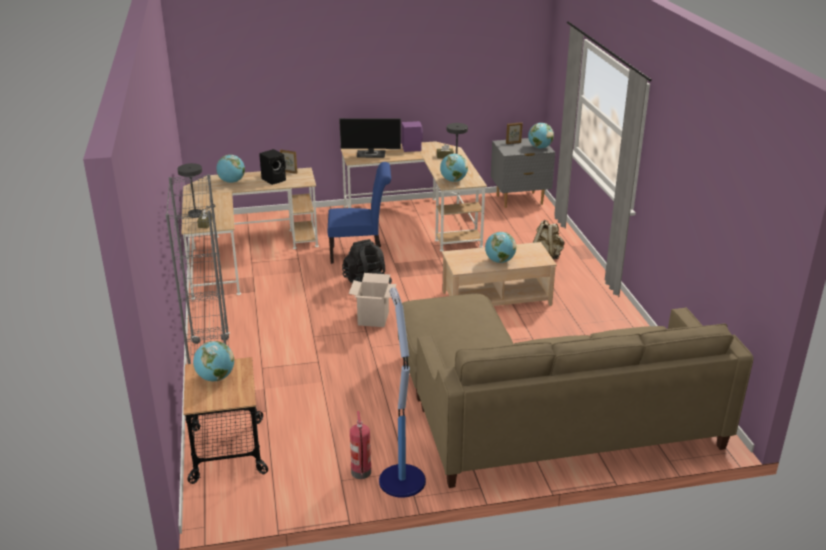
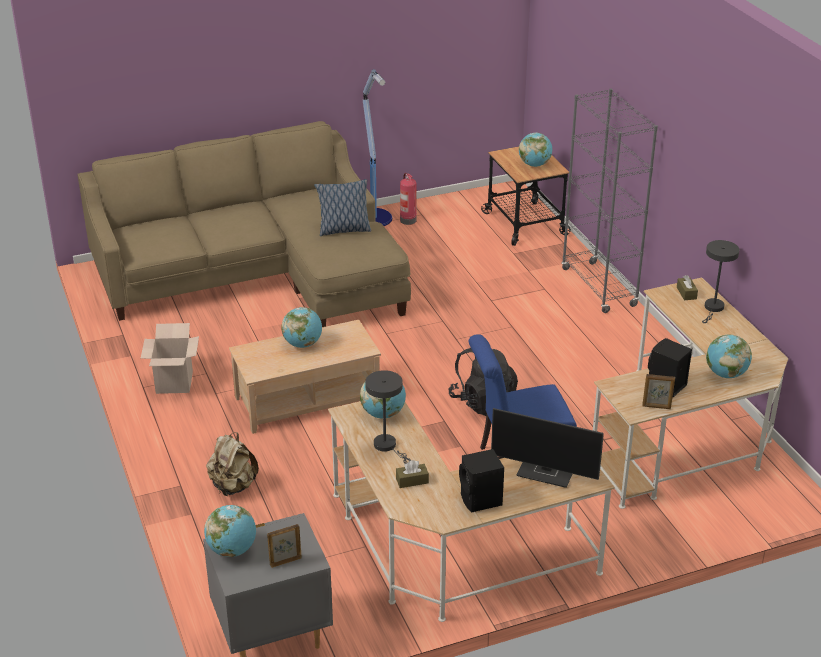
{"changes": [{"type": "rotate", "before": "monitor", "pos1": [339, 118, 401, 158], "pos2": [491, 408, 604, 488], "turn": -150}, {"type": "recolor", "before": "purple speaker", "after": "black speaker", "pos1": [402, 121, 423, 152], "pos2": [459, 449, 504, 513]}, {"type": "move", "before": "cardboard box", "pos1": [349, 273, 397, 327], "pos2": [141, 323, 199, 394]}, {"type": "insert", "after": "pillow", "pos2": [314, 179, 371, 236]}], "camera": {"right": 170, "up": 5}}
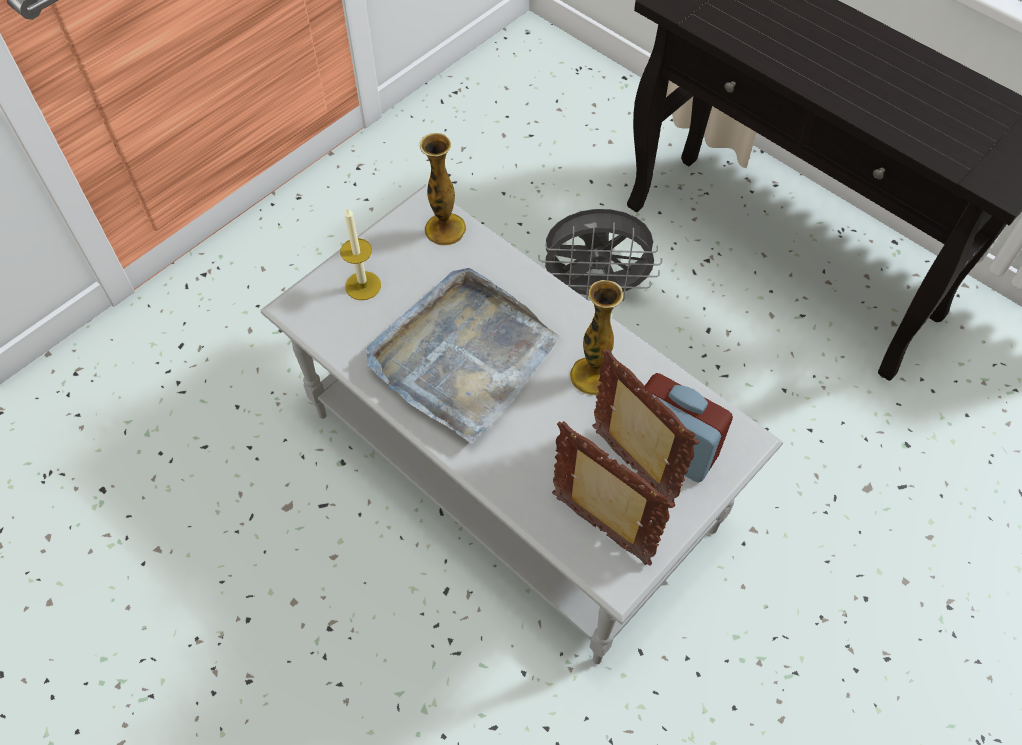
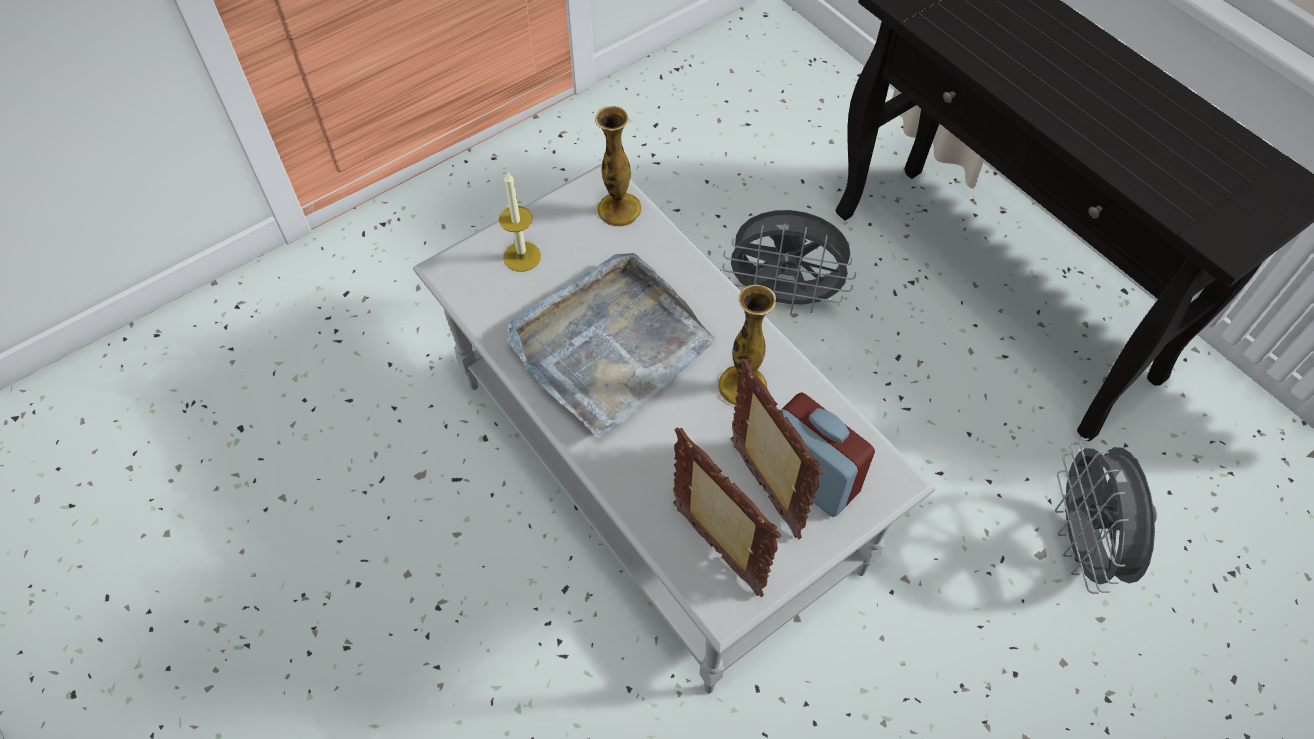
{"changes": [{"type": "insert", "after": "grey fan", "pos2": [1055, 438, 1157, 594]}], "camera": {"right": 10, "up": 0}}
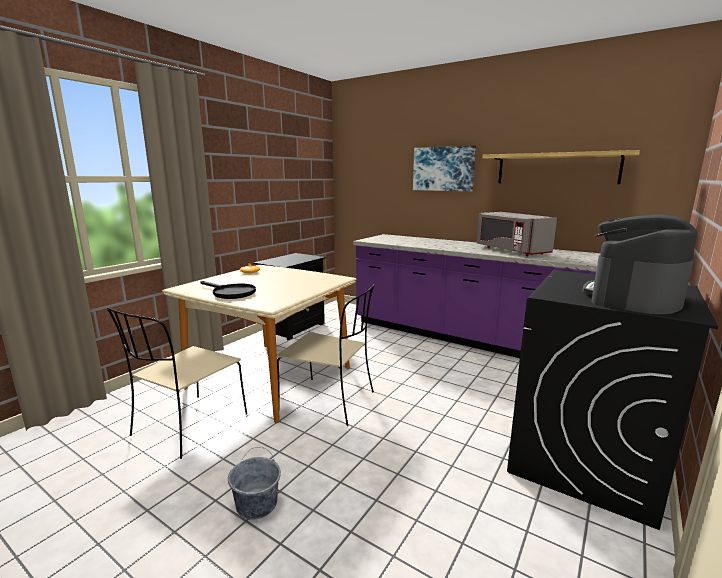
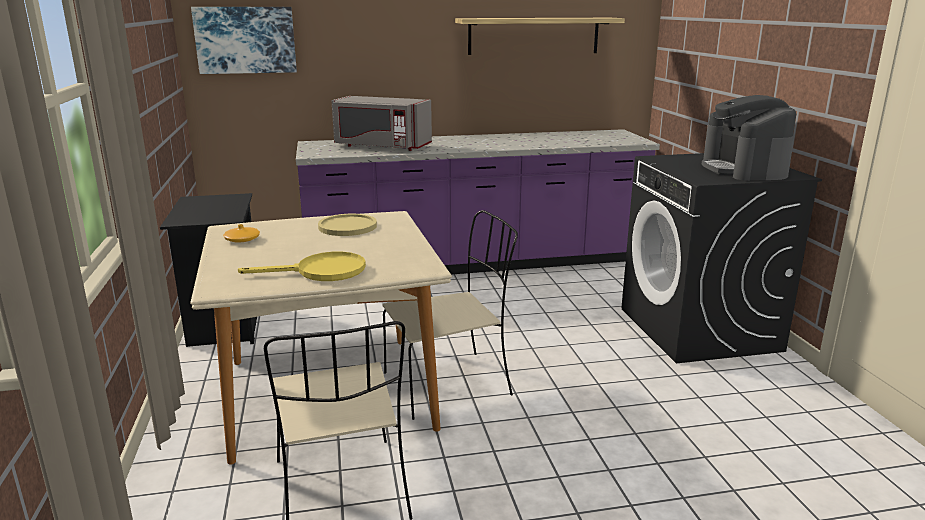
{"changes": [{"type": "move", "before": "picture", "pos1": [413, 145, 476, 191], "pos2": [191, 7, 297, 74]}, {"type": "move", "before": "grey microwave", "pos1": [477, 212, 557, 256], "pos2": [331, 96, 432, 151]}, {"type": "recolor", "before": "black frying pan", "after": "yellow frying pan", "pos1": [200, 281, 256, 299], "pos2": [238, 252, 366, 281]}, {"type": "delete", "before": "grey bucket", "pos1": [228, 447, 281, 520]}, {"type": "insert", "after": "yellow plate", "pos2": [318, 214, 377, 236]}], "camera": {"right": -45, "up": 5}}
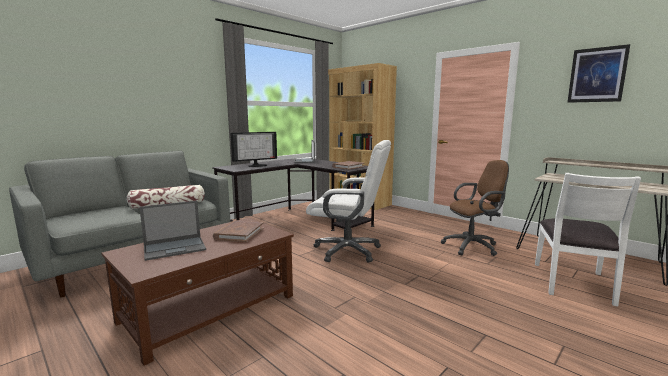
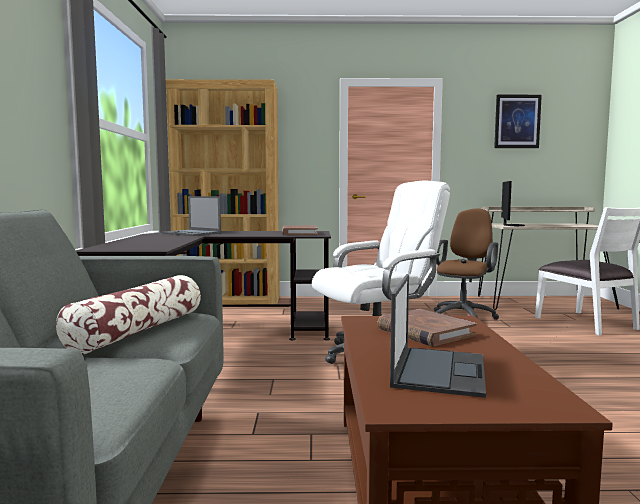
{"changes": [{"type": "move", "before": "monitor", "pos1": [230, 132, 277, 167], "pos2": [501, 181, 525, 226]}], "camera": {"right": -45, "up": -5}}
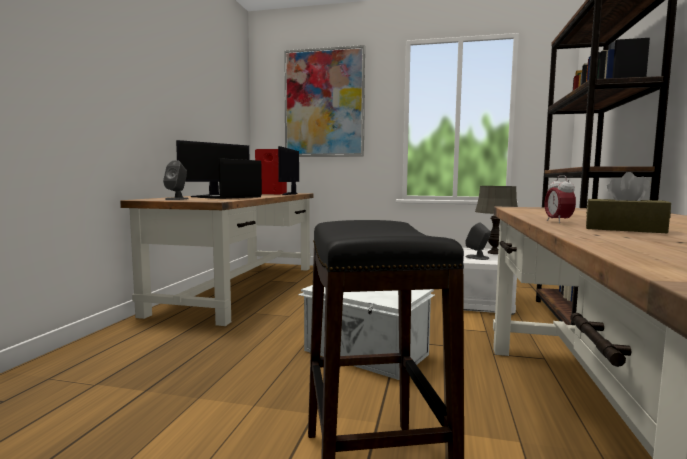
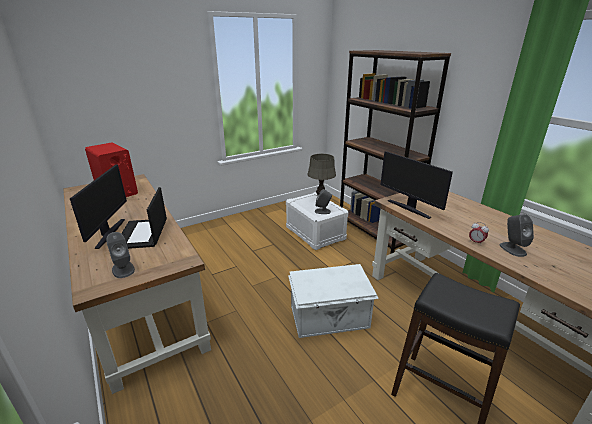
{"changes": [{"type": "delete", "before": "picture", "pos1": [284, 45, 365, 157]}, {"type": "move", "before": "monitor", "pos1": [278, 146, 299, 195], "pos2": [380, 151, 453, 219]}, {"type": "replace", "before": "brown tissue box", "after": "grey speaker", "pos1": [586, 172, 671, 233], "pos2": [500, 214, 534, 257]}], "camera": {"right": -45, "up": 20}}
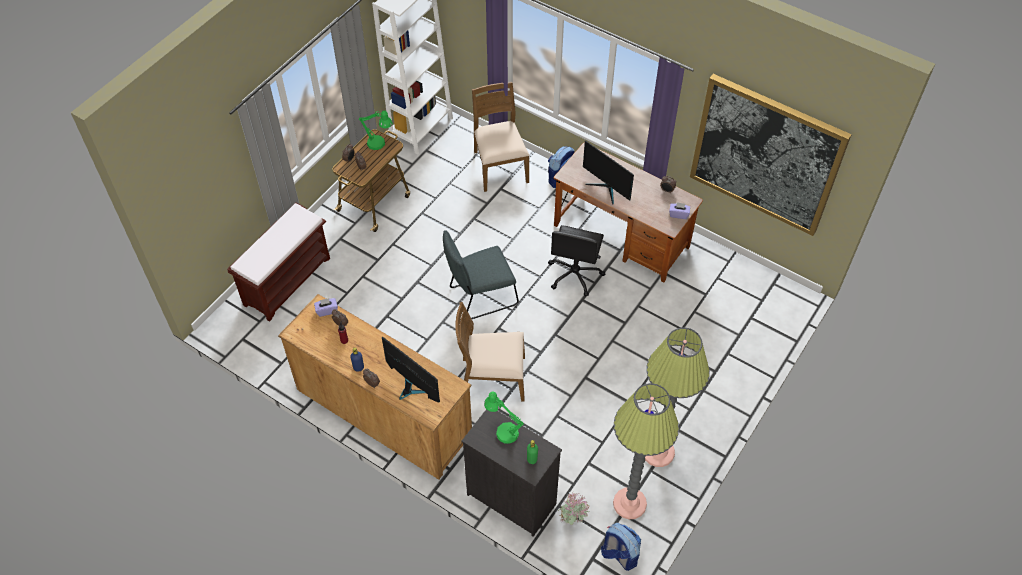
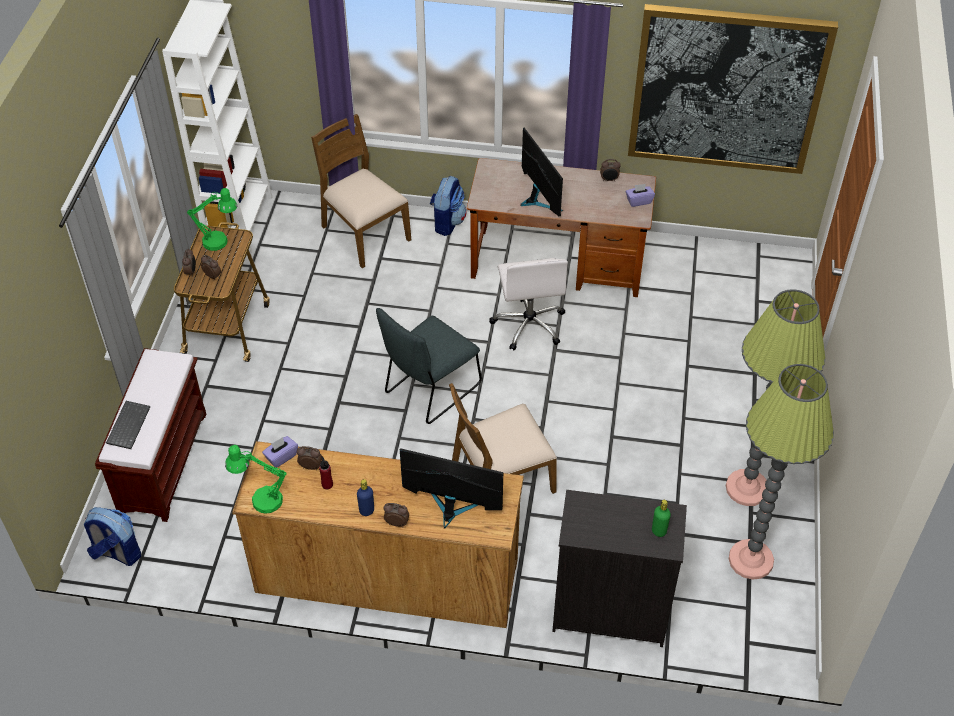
{"changes": [{"type": "rotate", "before": "monitor", "pos1": [583, 141, 634, 205], "pos2": [520, 128, 563, 216], "turn": -135}, {"type": "recolor", "before": "black office chair", "after": "white office chair", "pos1": [548, 225, 605, 297], "pos2": [489, 258, 568, 350]}, {"type": "move", "before": "green table lamp", "pos1": [484, 391, 524, 444], "pos2": [225, 445, 286, 514]}, {"type": "delete", "before": "potted plant", "pos1": [558, 491, 590, 525]}, {"type": "move", "before": "backpack", "pos1": [601, 523, 641, 571], "pos2": [84, 507, 141, 566]}, {"type": "insert", "after": "keyboard", "pos2": [106, 401, 150, 449]}], "camera": {"right": -25, "up": -5}}
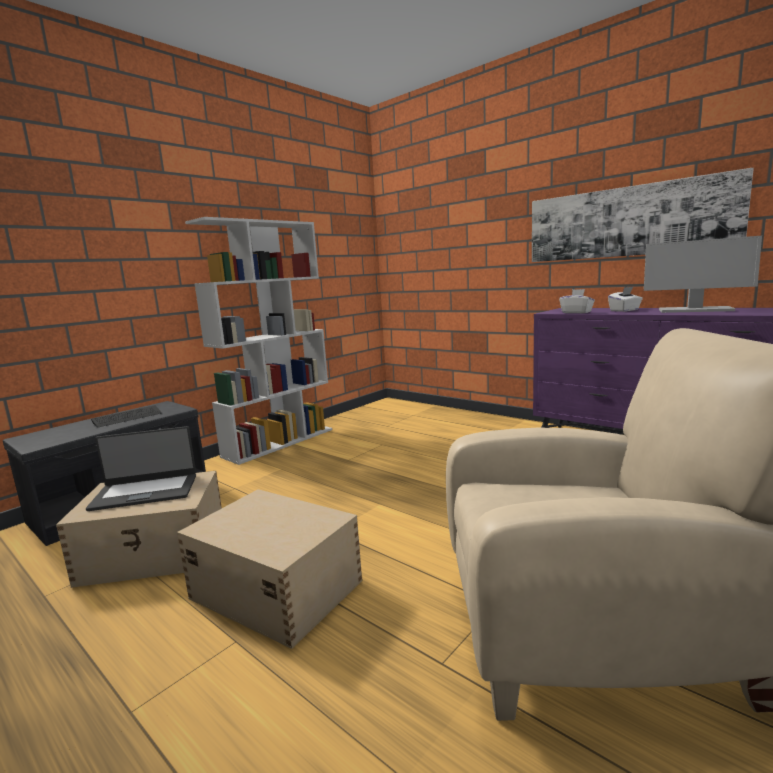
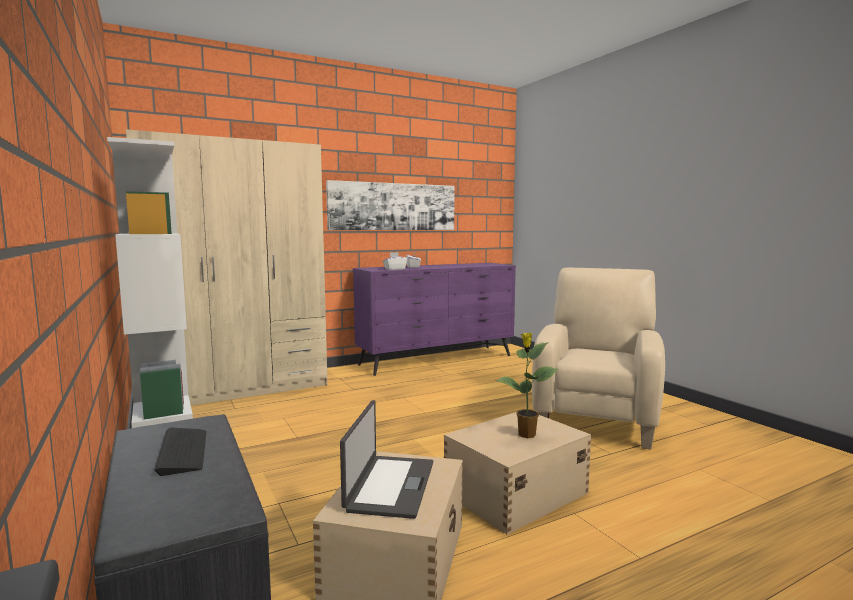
{"changes": [{"type": "delete", "before": "monitor", "pos1": [644, 236, 762, 313]}, {"type": "insert", "after": "beige wardrobe", "pos2": [126, 129, 327, 405]}, {"type": "insert", "after": "potted plant", "pos2": [496, 333, 558, 438]}], "camera": {"right": -70, "up": -5}}
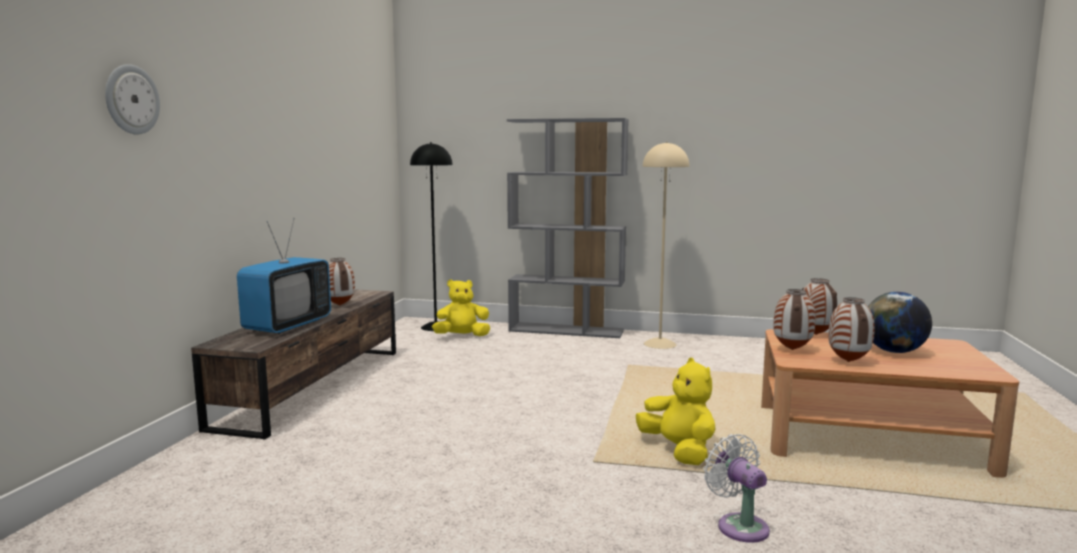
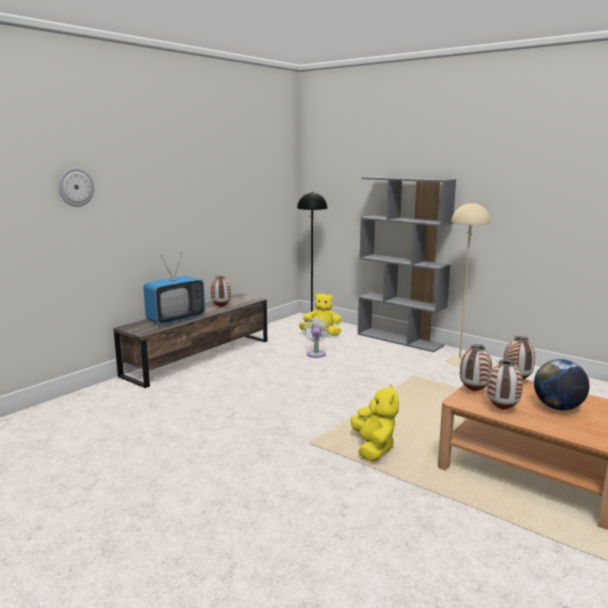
{"changes": [{"type": "move", "before": "white fan", "pos1": [703, 434, 770, 543], "pos2": [303, 317, 329, 358]}], "camera": {"right": 25, "up": 5}}
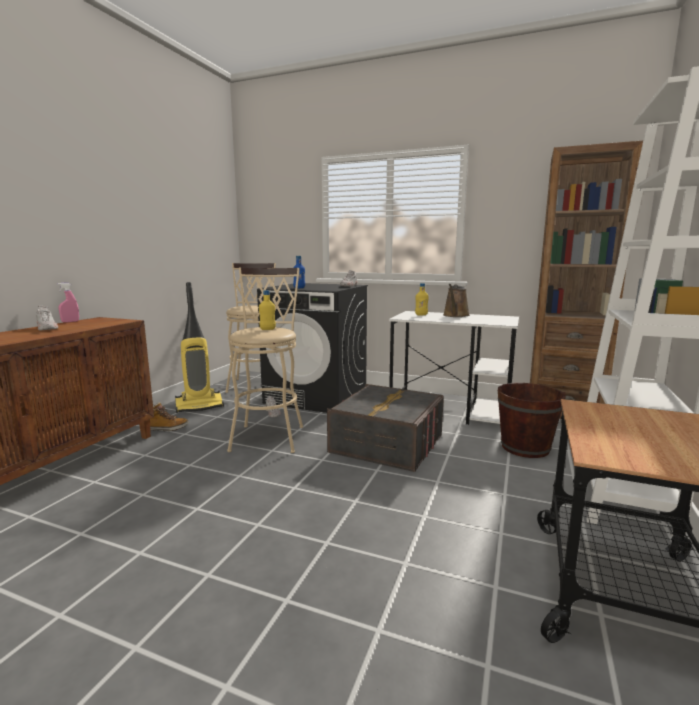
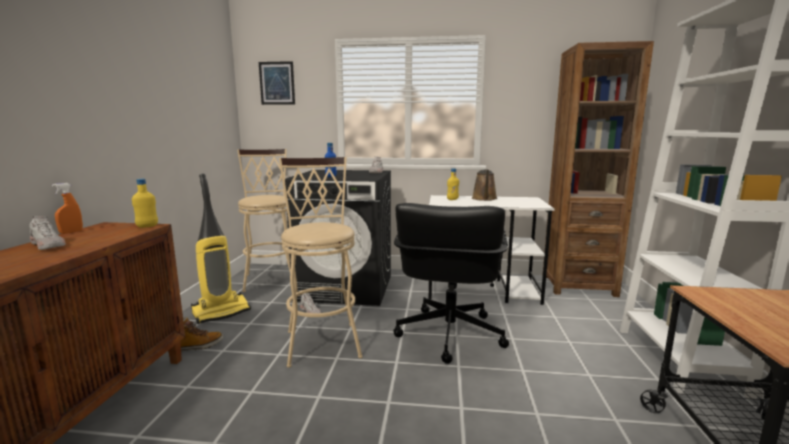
{"changes": [{"type": "recolor", "before": "pink spray bottle", "after": "orange spray bottle", "pos1": [57, 283, 79, 322], "pos2": [52, 183, 83, 234]}, {"type": "move", "before": "yellow bottle", "pos1": [259, 290, 276, 330], "pos2": [132, 179, 158, 228]}, {"type": "delete", "before": "brown bucket", "pos1": [498, 383, 566, 458]}, {"type": "replace", "before": "grey storage box", "after": "black office chair", "pos1": [327, 384, 444, 472], "pos2": [393, 203, 509, 364]}, {"type": "insert", "after": "picture", "pos2": [259, 61, 295, 105]}], "camera": {"right": -15, "up": 0}}
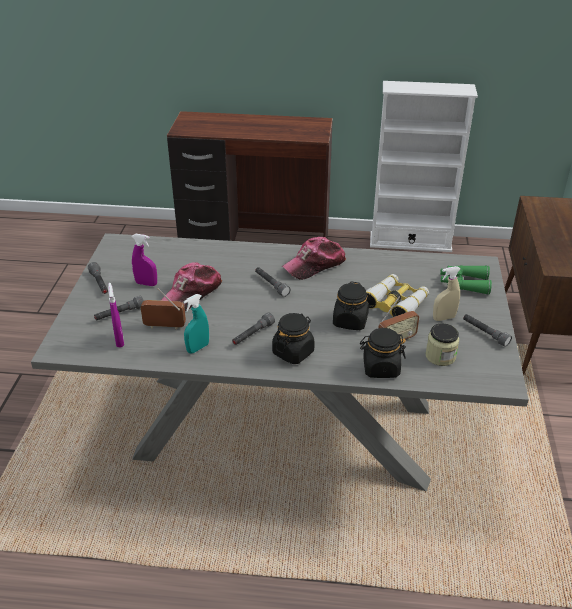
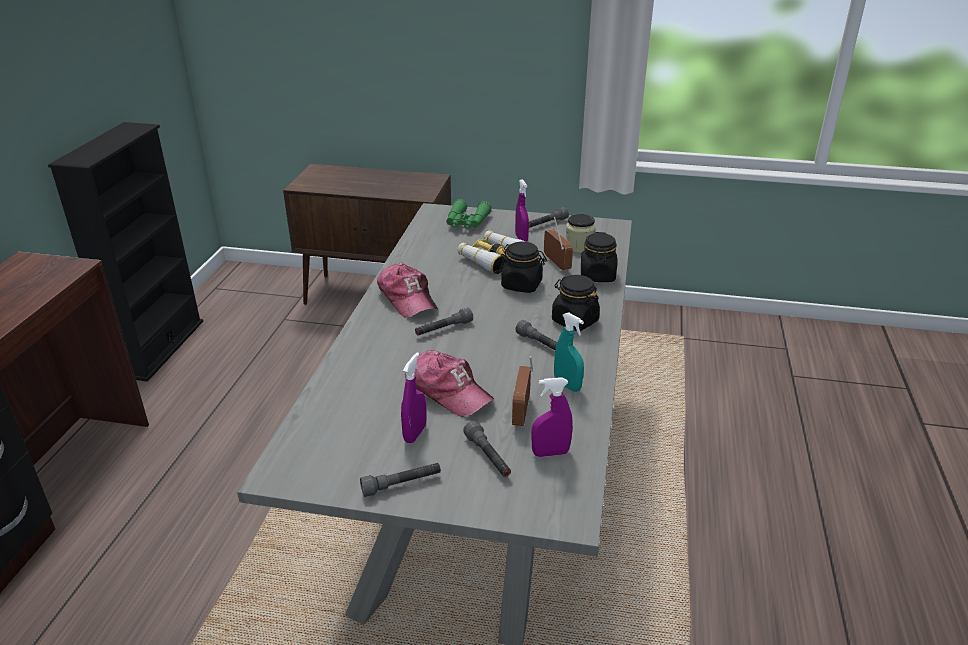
{"changes": [{"type": "recolor", "before": "white bookcase", "after": "black bookcase", "pos1": [370, 81, 478, 252], "pos2": [48, 122, 203, 382]}, {"type": "recolor", "before": "beige spray bottle", "after": "purple spray bottle", "pos1": [433, 266, 461, 321], "pos2": [515, 179, 529, 242]}], "camera": {"right": -85, "up": -5}}
